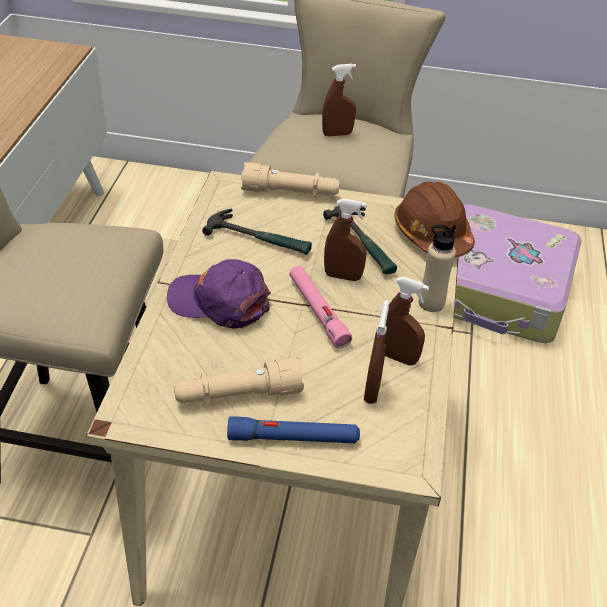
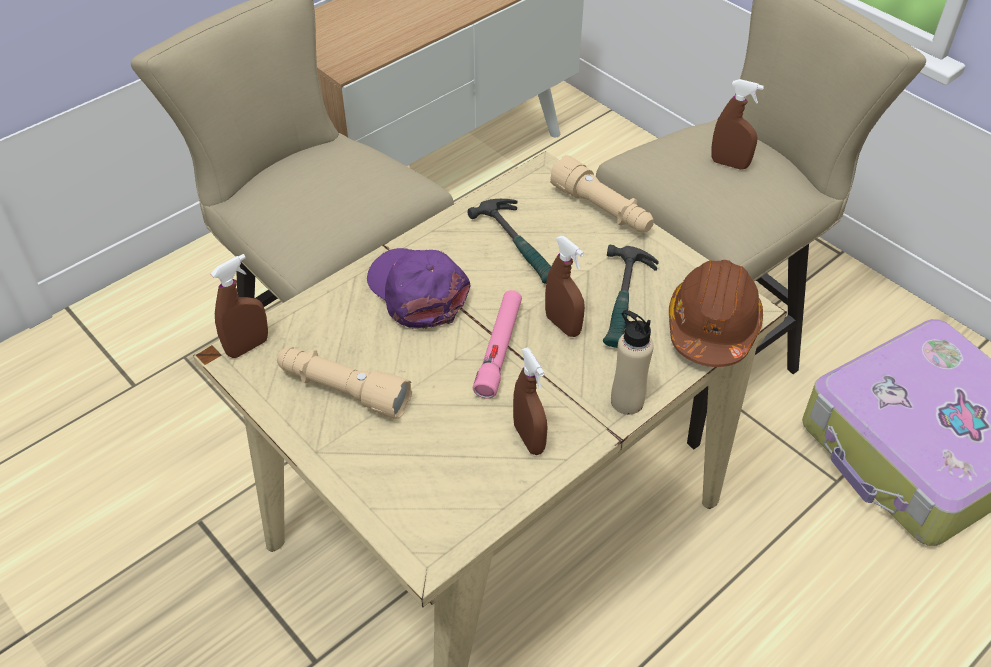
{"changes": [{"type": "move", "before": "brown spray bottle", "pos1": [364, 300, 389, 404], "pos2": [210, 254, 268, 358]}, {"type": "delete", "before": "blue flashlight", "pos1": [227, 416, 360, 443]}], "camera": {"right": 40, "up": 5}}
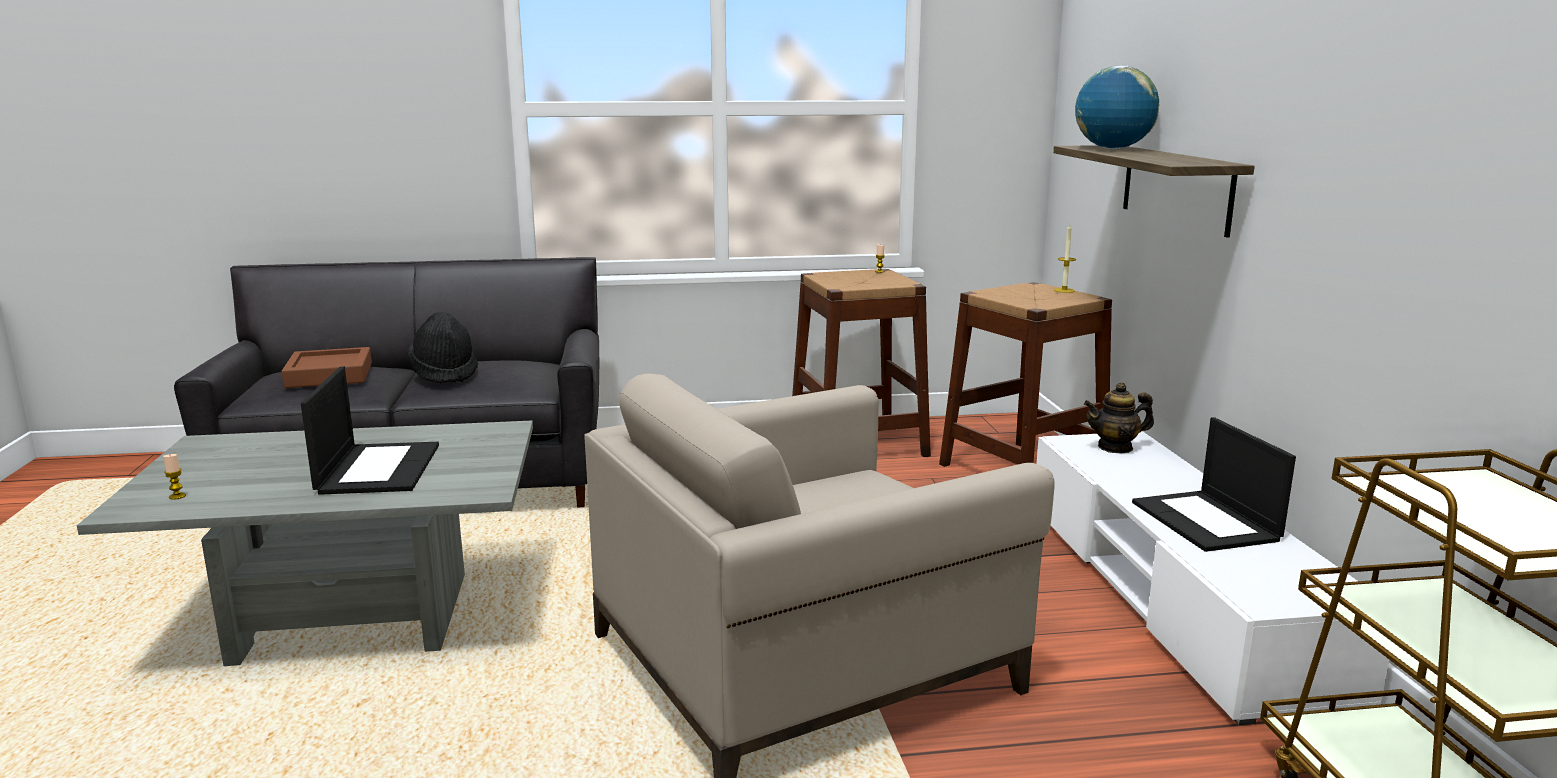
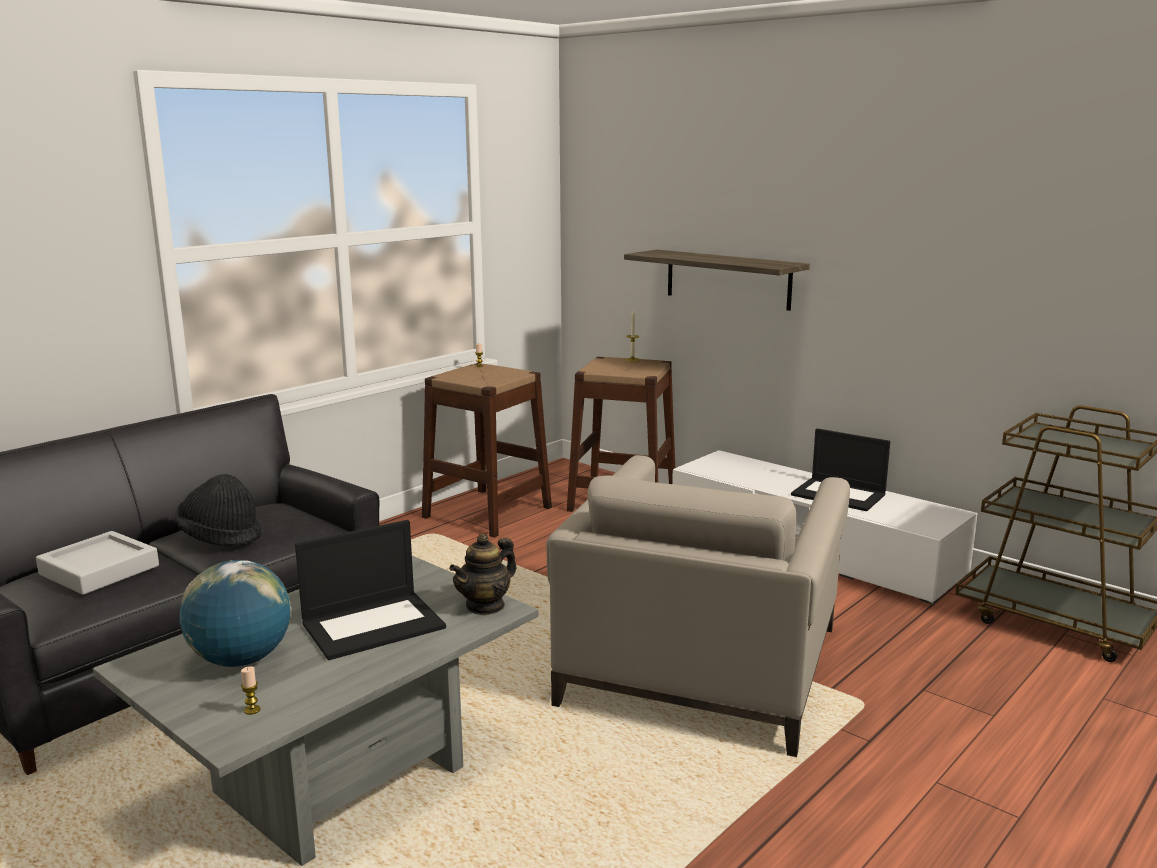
{"changes": [{"type": "move", "before": "globe", "pos1": [1075, 65, 1160, 149], "pos2": [180, 560, 292, 667]}, {"type": "recolor", "before": "brown tray", "after": "grey tray", "pos1": [281, 347, 372, 388], "pos2": [36, 531, 159, 595]}, {"type": "rotate", "before": "laptop", "pos1": [301, 366, 439, 495], "pos2": [295, 520, 446, 660], "turn": 105}, {"type": "move", "before": "teapot", "pos1": [1084, 382, 1154, 454], "pos2": [449, 534, 517, 615]}], "camera": {"right": -40, "up": 0}}
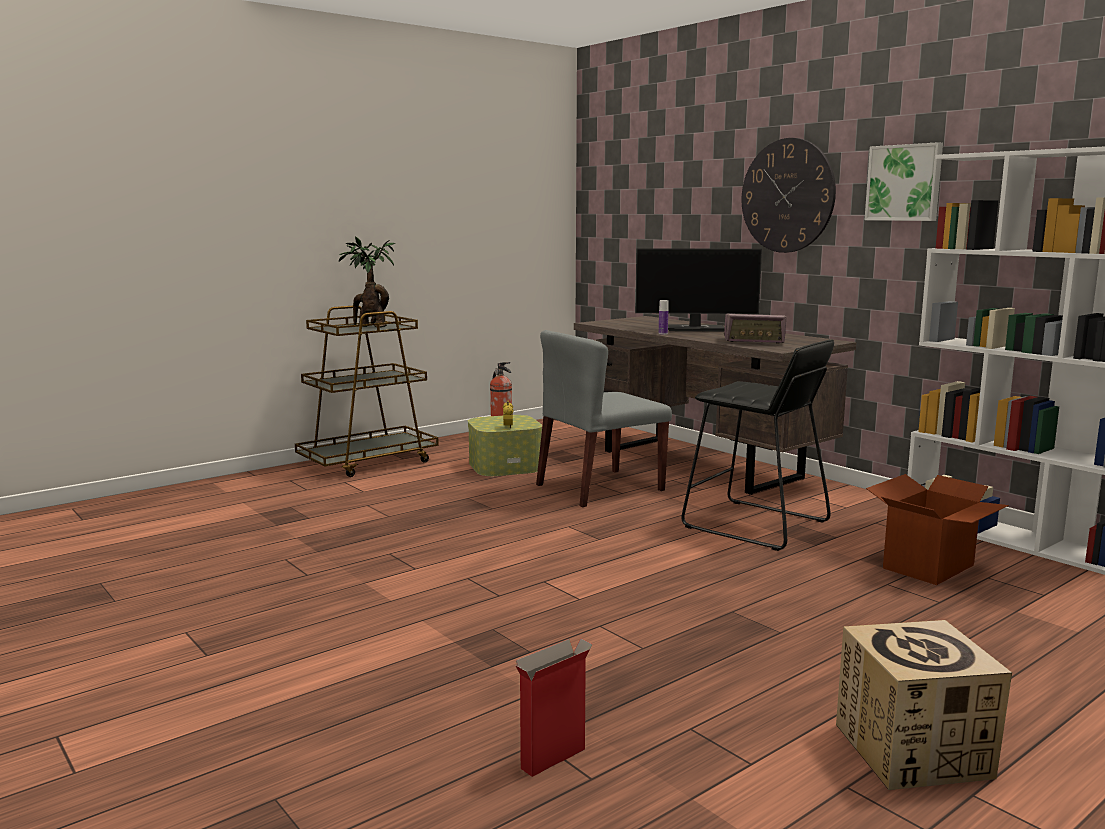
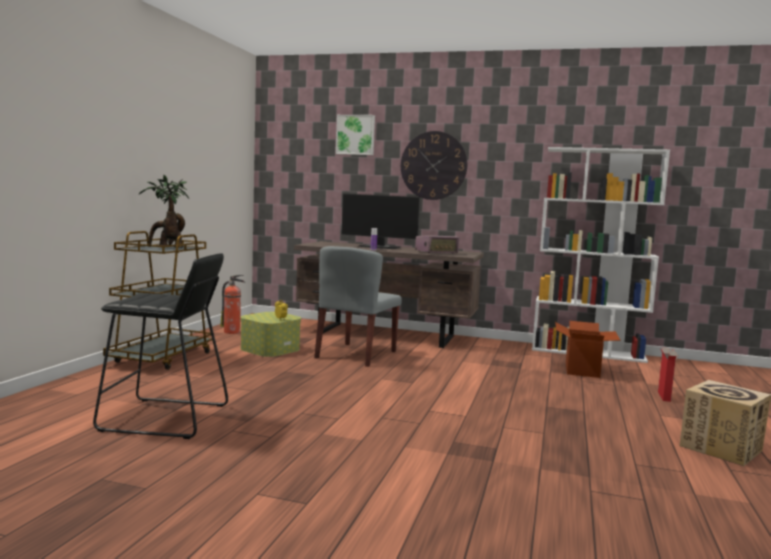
{"changes": [{"type": "move", "before": "picture", "pos1": [865, 142, 943, 221], "pos2": [336, 115, 375, 155]}, {"type": "rotate", "before": "monitor", "pos1": [635, 248, 762, 332], "pos2": [341, 194, 420, 249], "turn": 45}, {"type": "move", "before": "black stool", "pos1": [681, 340, 834, 551], "pos2": [93, 253, 228, 439]}, {"type": "move", "before": "cardboard box", "pos1": [515, 639, 592, 777], "pos2": [658, 347, 679, 402]}], "camera": {"right": -35, "up": -5}}
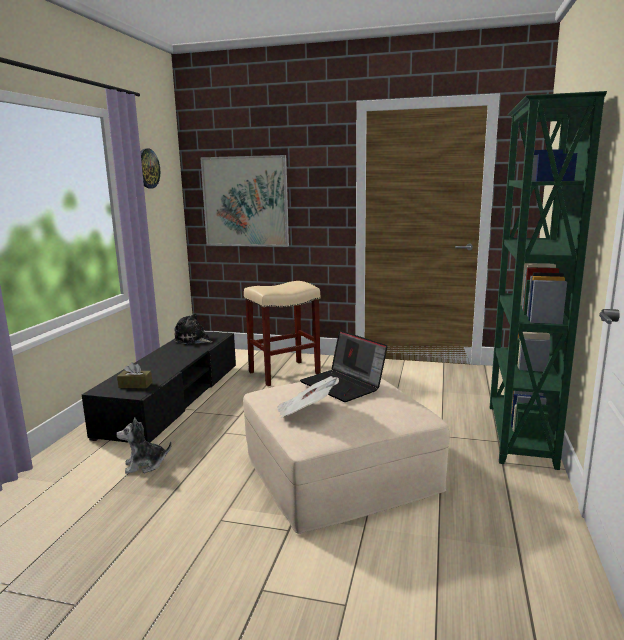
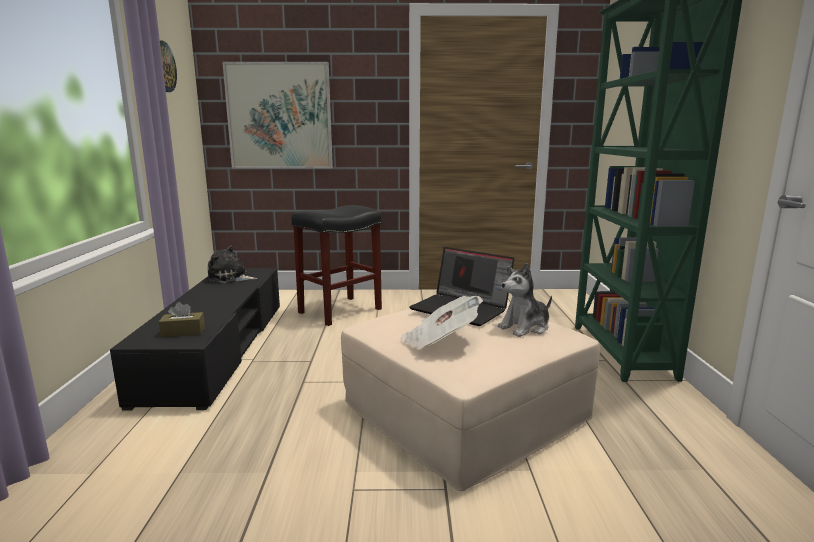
{"changes": [{"type": "recolor", "before": "beige stool", "after": "black stool", "pos1": [244, 281, 321, 386], "pos2": [291, 205, 382, 326]}, {"type": "move", "before": "plush toy", "pos1": [116, 417, 172, 474], "pos2": [497, 263, 552, 337]}], "camera": {"right": -15, "up": 0}}
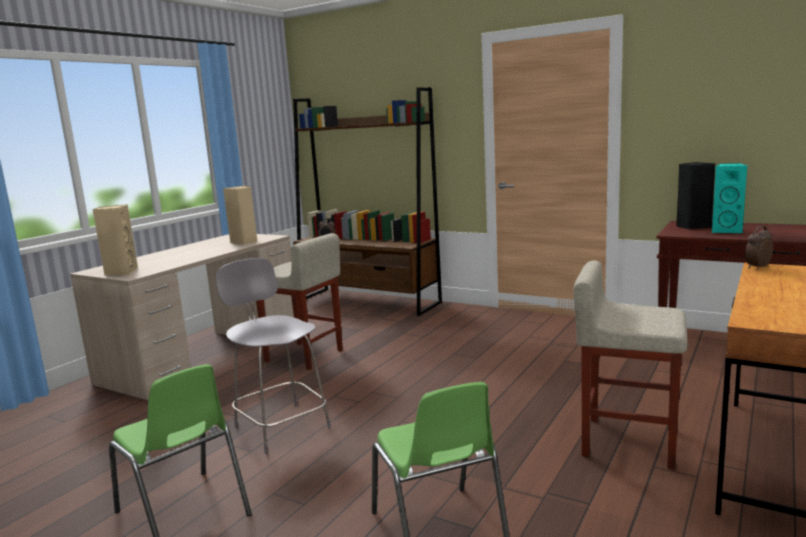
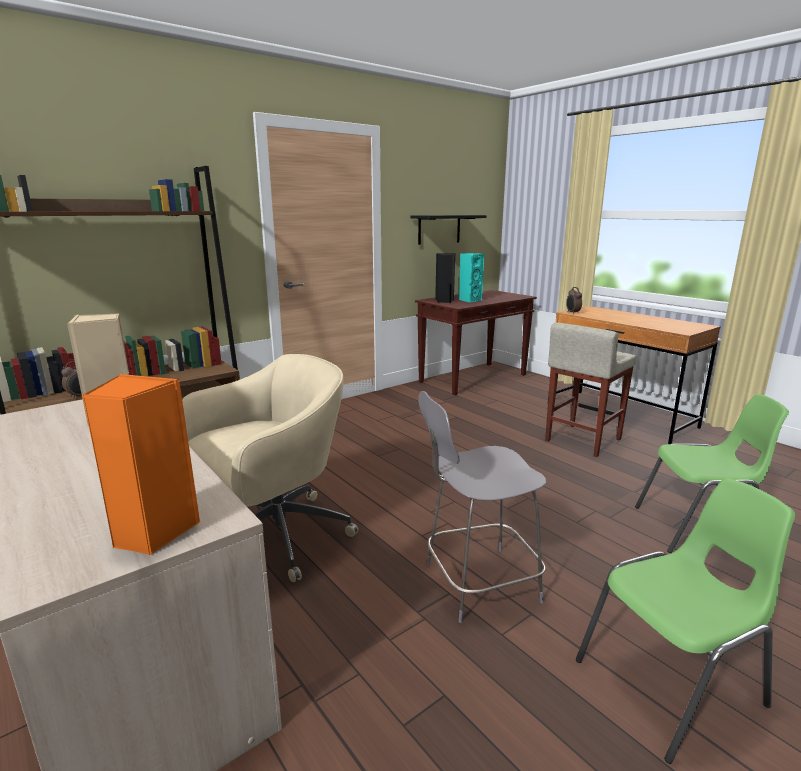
{"changes": [{"type": "recolor", "before": "beige speaker", "after": "orange speaker", "pos1": [93, 204, 138, 276], "pos2": [82, 374, 200, 555]}, {"type": "replace", "before": "beige stool", "after": "beige office chair", "pos1": [256, 233, 343, 370], "pos2": [182, 354, 358, 582]}, {"type": "insert", "after": "black shelf", "pos2": [410, 215, 487, 245]}], "camera": {"right": -70, "up": 5}}
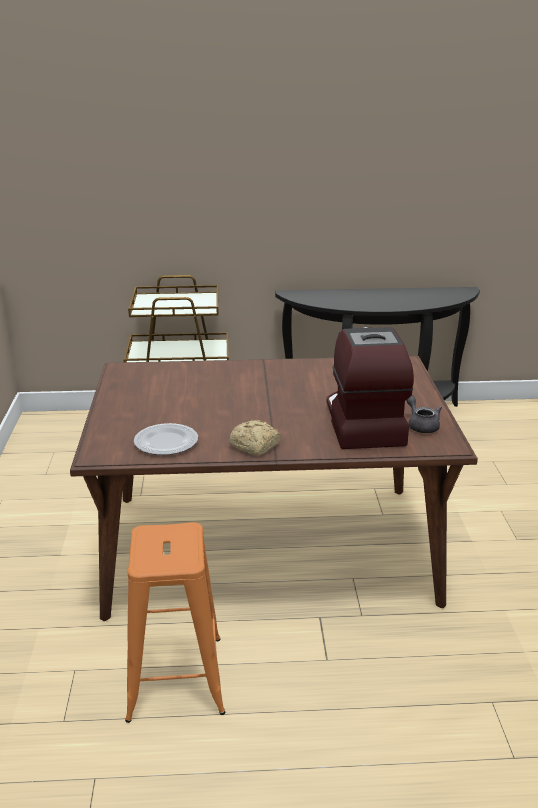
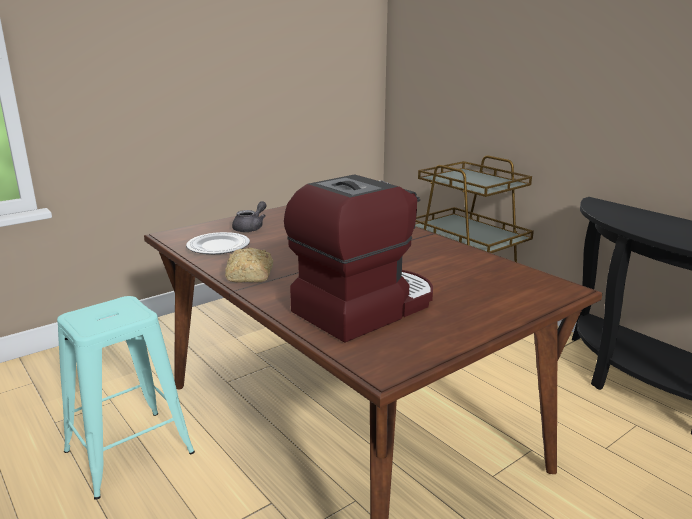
{"changes": [{"type": "move", "before": "grey teapot", "pos1": [406, 395, 442, 433], "pos2": [232, 201, 267, 232]}, {"type": "recolor", "before": "orange stool", "after": "turquoise stool", "pos1": [125, 522, 225, 723], "pos2": [57, 296, 195, 499]}], "camera": {"right": 55, "up": -5}}
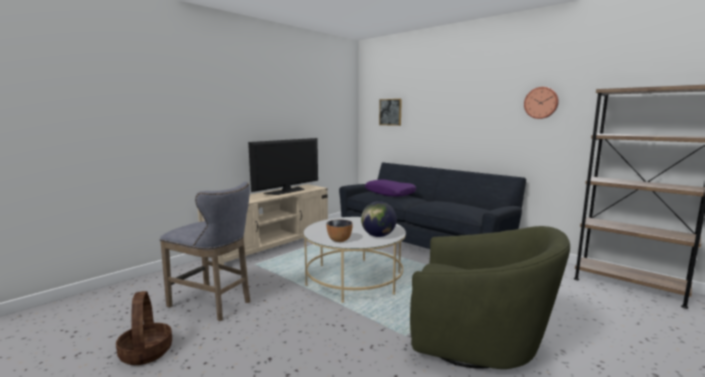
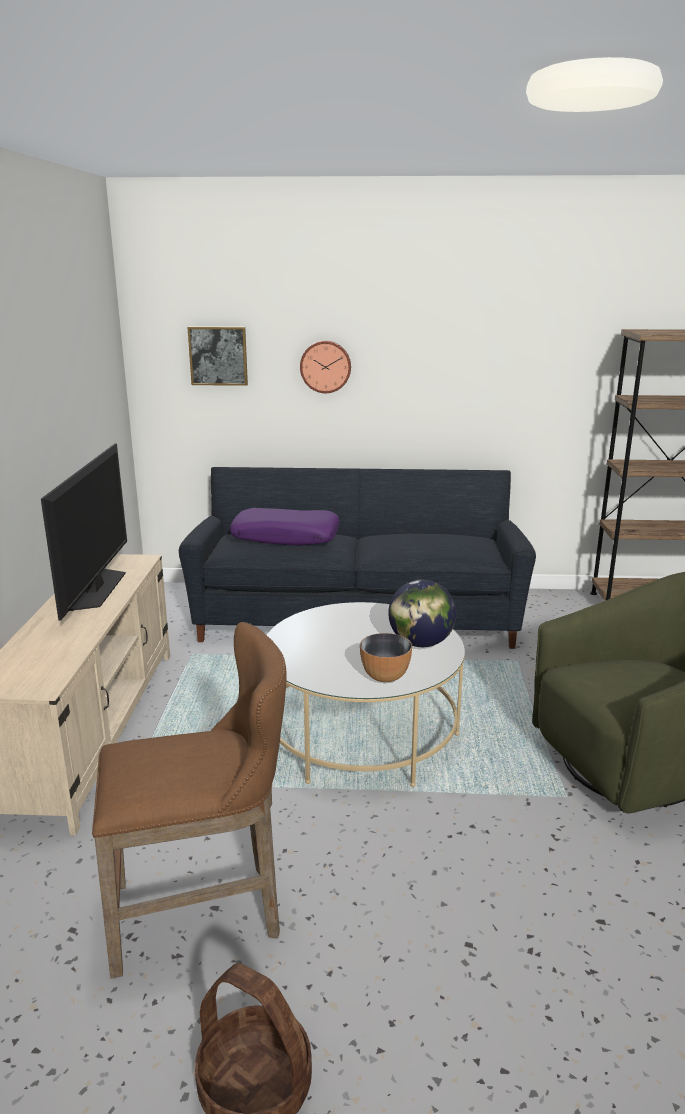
{"changes": [{"type": "move", "before": "wall clock", "pos1": [524, 87, 559, 119], "pos2": [300, 341, 351, 393]}, {"type": "recolor", "before": "grey stool", "after": "brown stool", "pos1": [160, 182, 250, 321], "pos2": [92, 622, 287, 979]}], "camera": {"right": -40, "up": 10}}
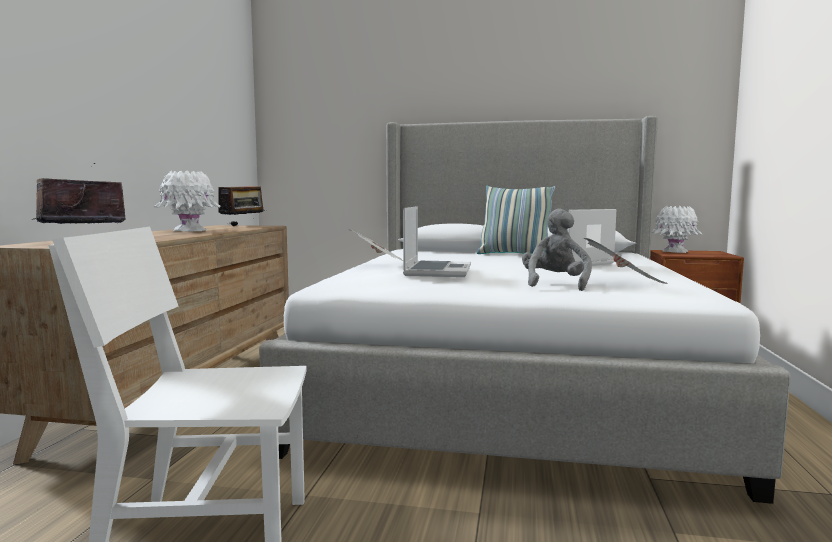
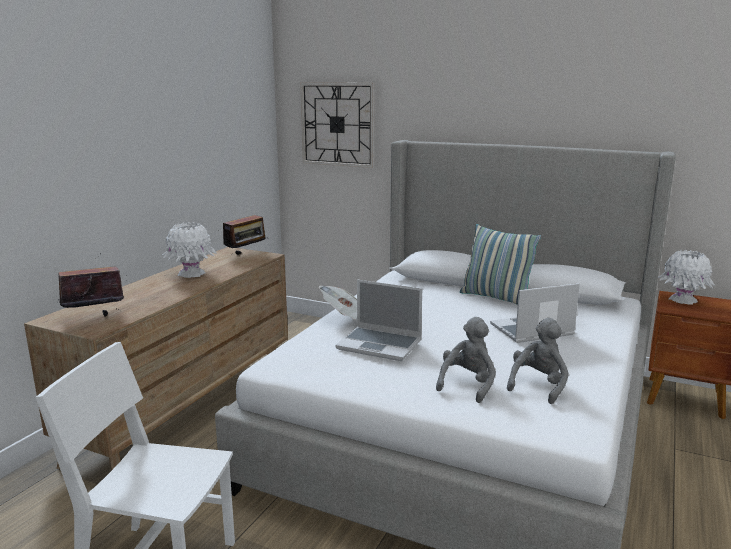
{"changes": [{"type": "rotate", "before": "laptop", "pos1": [403, 206, 471, 277], "pos2": [336, 280, 422, 361], "turn": 90}, {"type": "replace", "before": "newspaper", "after": "grey plush toy", "pos1": [583, 238, 668, 284], "pos2": [507, 318, 569, 404]}, {"type": "insert", "after": "wall clock", "pos2": [300, 82, 375, 168]}], "camera": {"right": 15, "up": 10}}
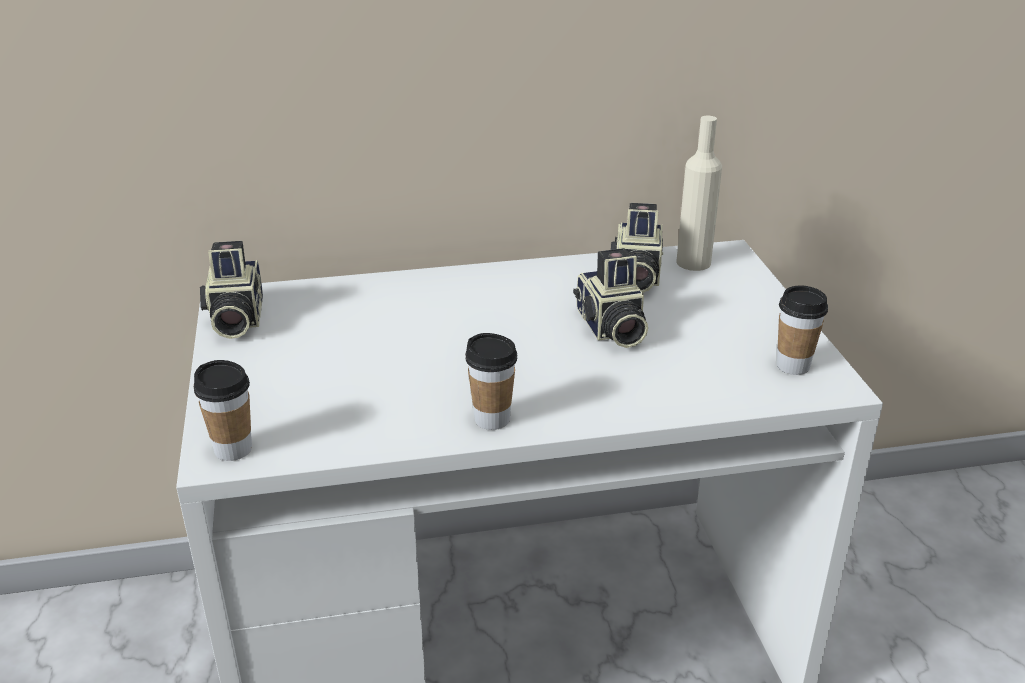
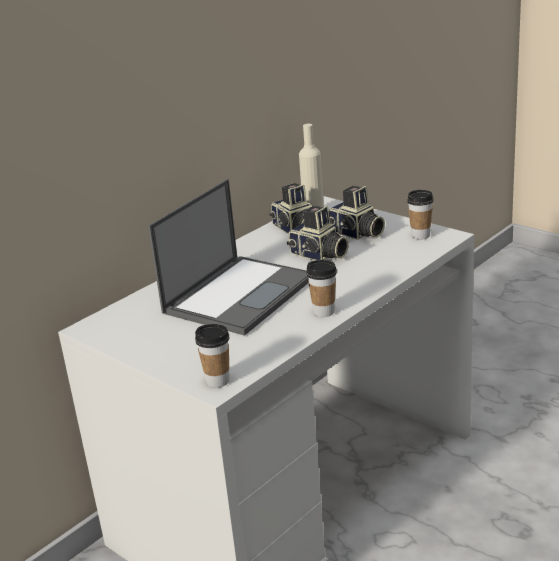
{"changes": [{"type": "move", "before": "photo camera", "pos1": [200, 241, 263, 339], "pos2": [329, 186, 385, 240]}, {"type": "insert", "after": "laptop", "pos2": [148, 179, 309, 336]}], "camera": {"right": -35, "up": -5}}
